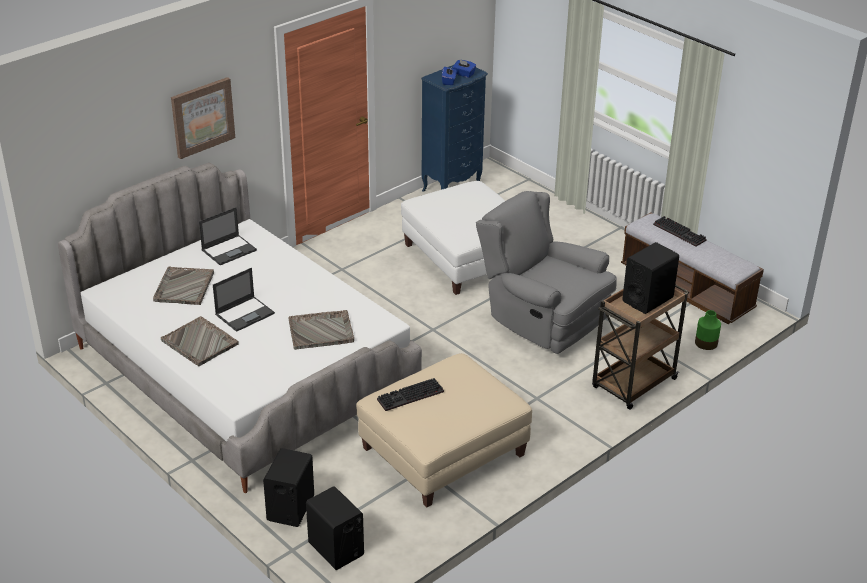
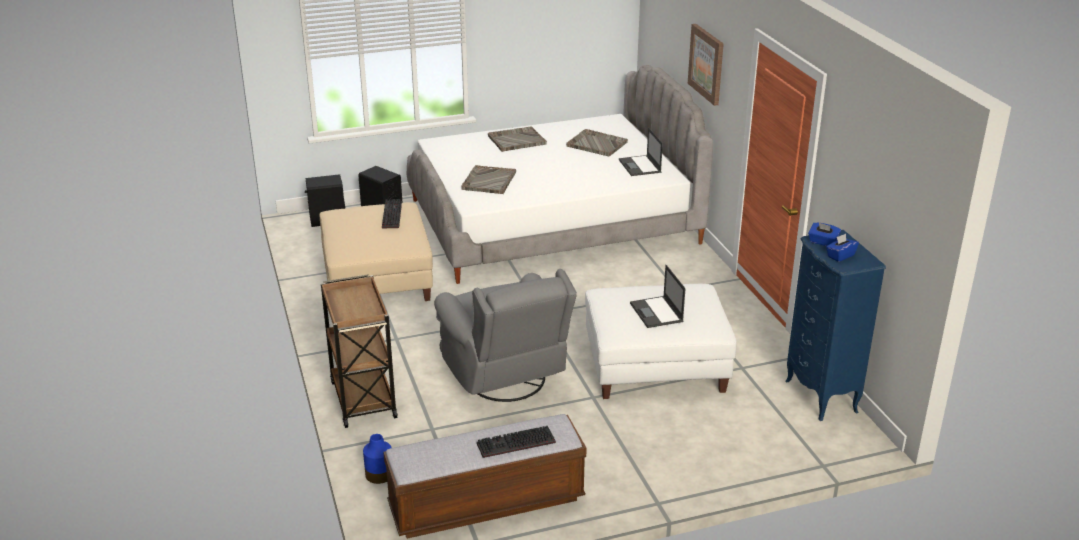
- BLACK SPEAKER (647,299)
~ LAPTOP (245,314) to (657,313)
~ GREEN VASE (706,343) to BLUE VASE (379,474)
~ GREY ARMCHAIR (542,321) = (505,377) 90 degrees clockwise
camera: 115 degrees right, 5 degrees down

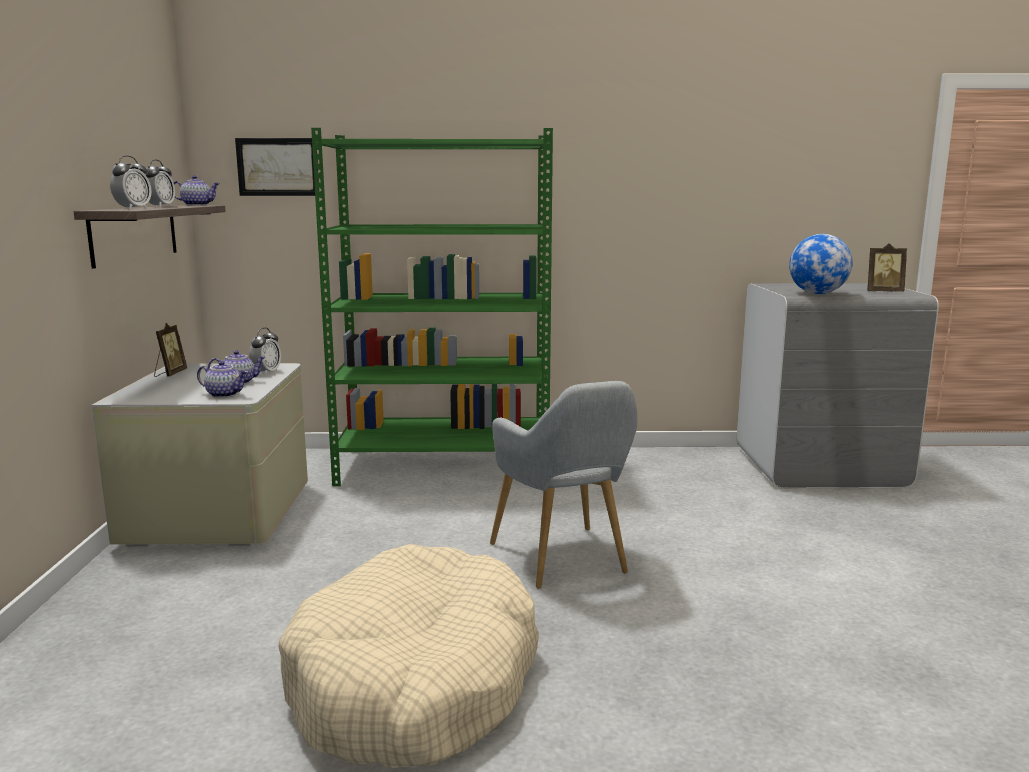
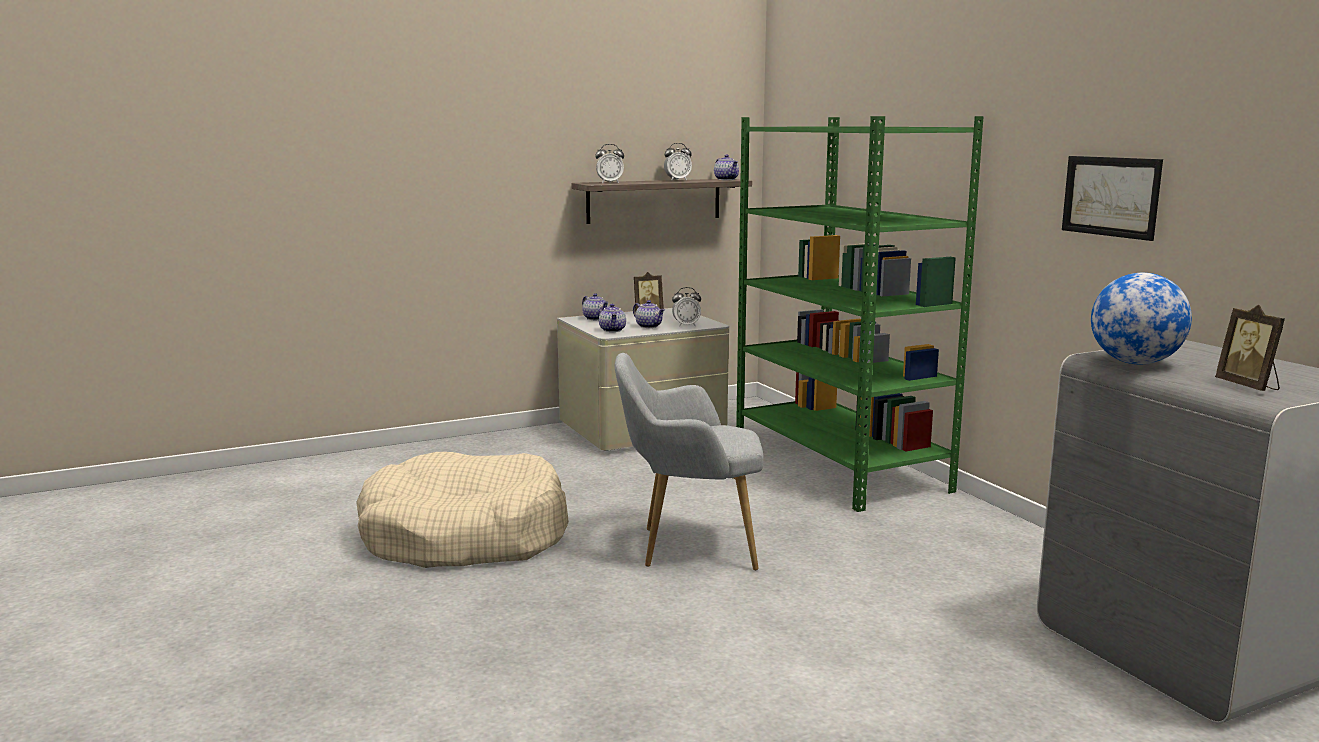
+ TEAPOT (596,318)
~ PICTURE (278,167) to (1110,196)
~ GREY ARMCHAIR (563,562) = (689,547) 45 degrees clockwise
camera: 65 degrees right, 0 degrees up

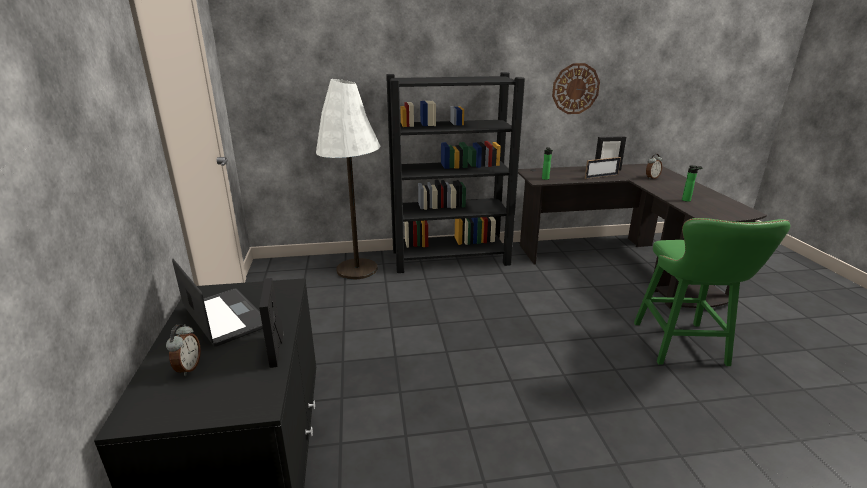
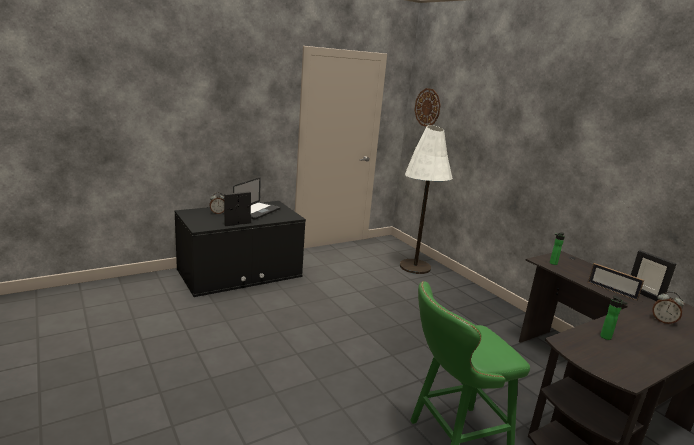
- BLACK BOOKCASE (450,258)
~ WALL CLOCK (575,89) to (427,107)
camera: 65 degrees right, 5 degrees down

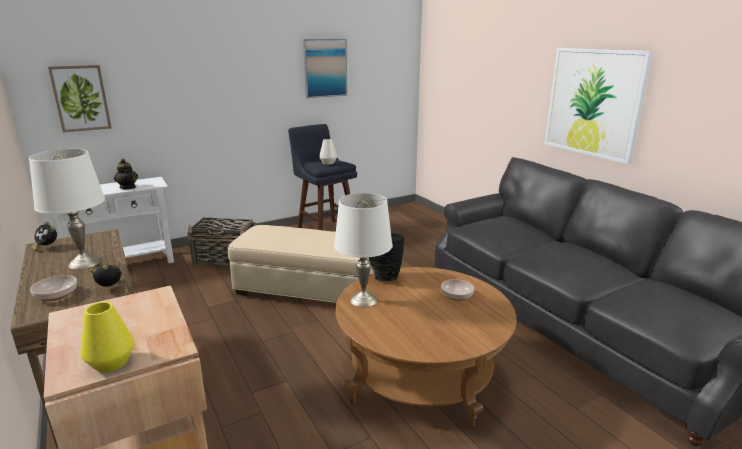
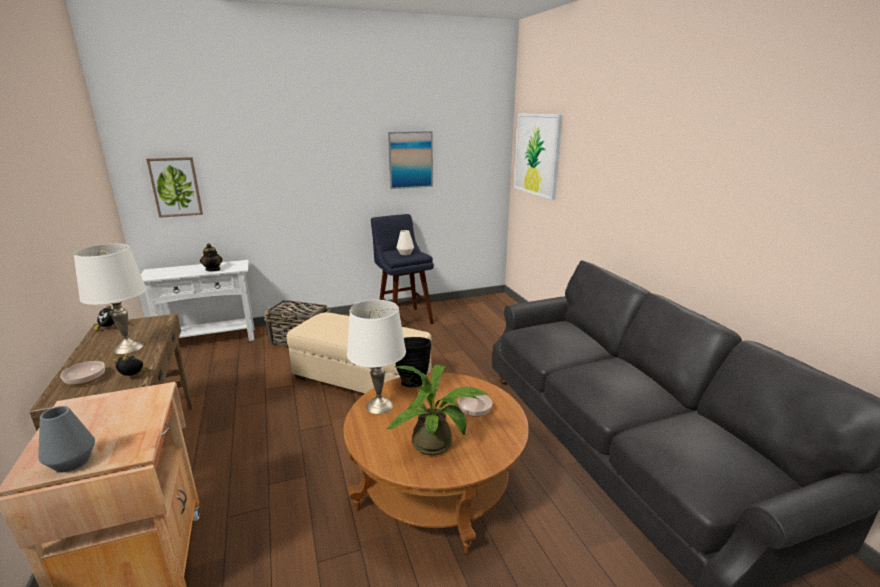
+ POTTED PLANT (437,445)
~ PICTURE (594,103) to (537,154)
~ YELLOW VASE (111,362) to GREY VASE (72,462)
camera: 10 degrees right, 0 degrees up

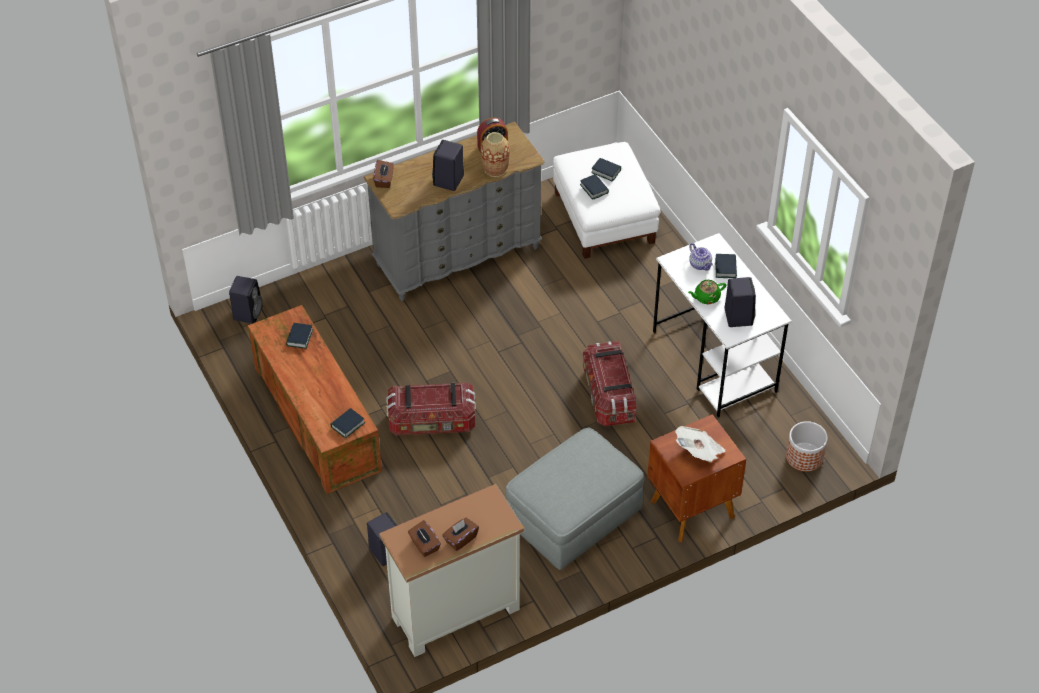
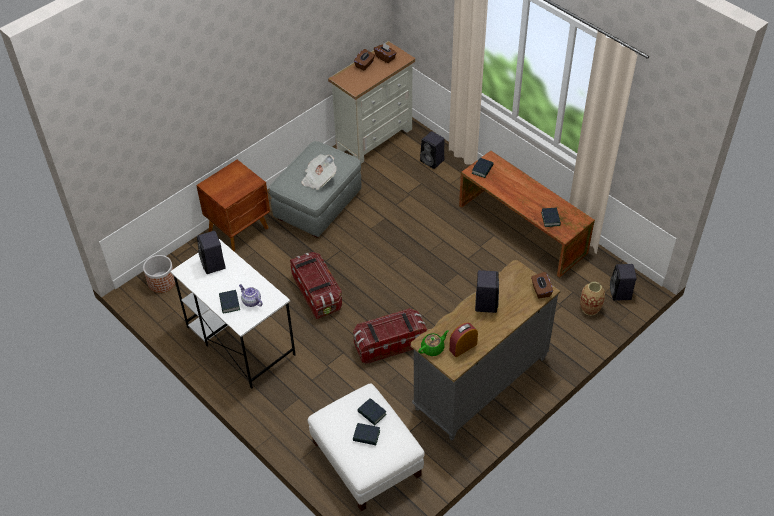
~ STORAGE BOX (432,422) to (389,344)
~ VASE (495,169) to (590,308)
~ NEWSPAPER (699,452) to (319,179)
~ GREEN TEAPOT (706,297) to (433,348)
camera: 165 degrees right, 0 degrees up

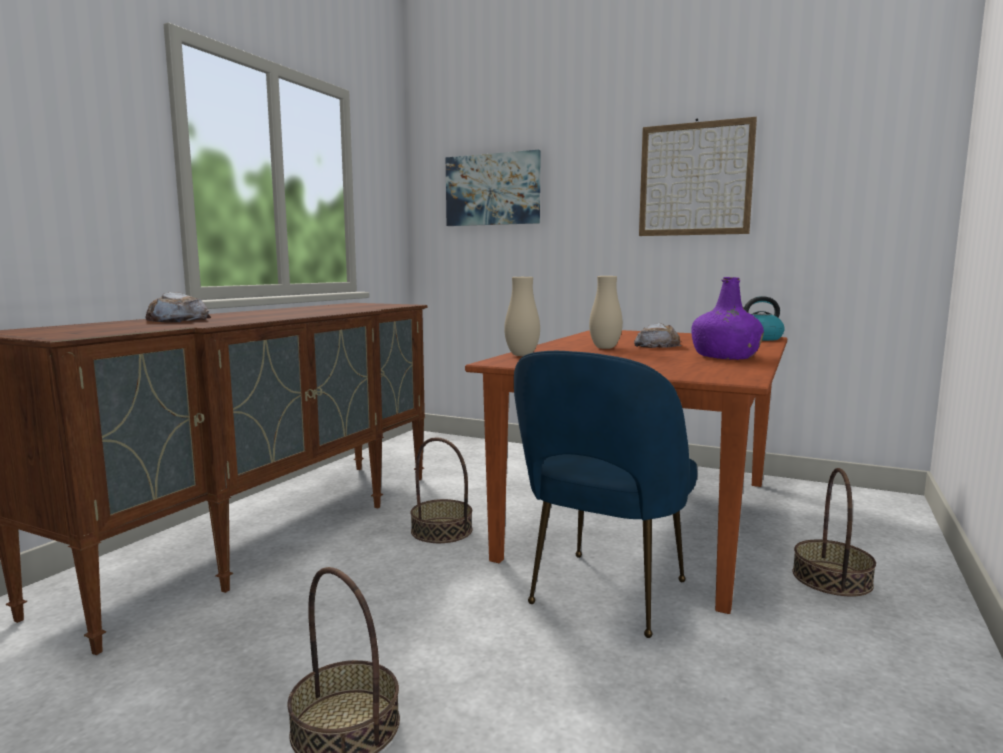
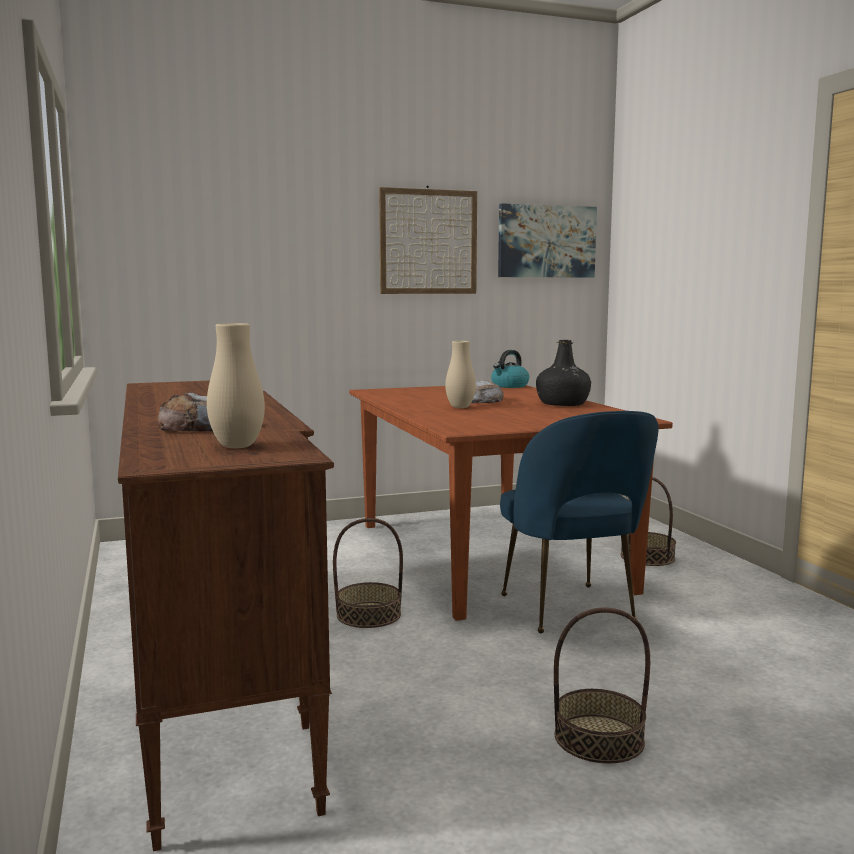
~ PICTURE (493,190) to (546,241)
~ BEIGE VASE (522,355) to (237,446)
~ PURPLE BOTTLE (725,357) to BLACK BOTTLE (563,404)
camera: 45 degrees left, 0 degrees up

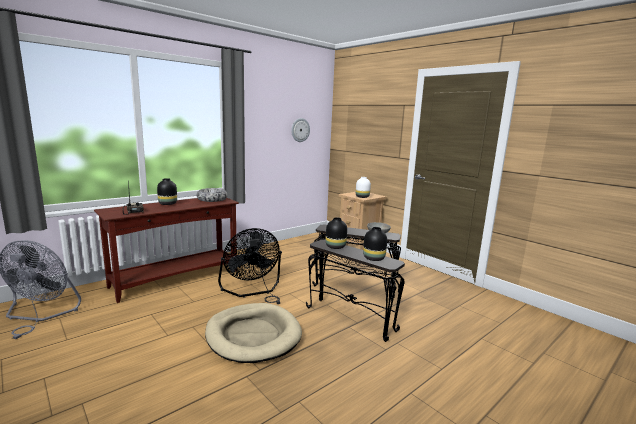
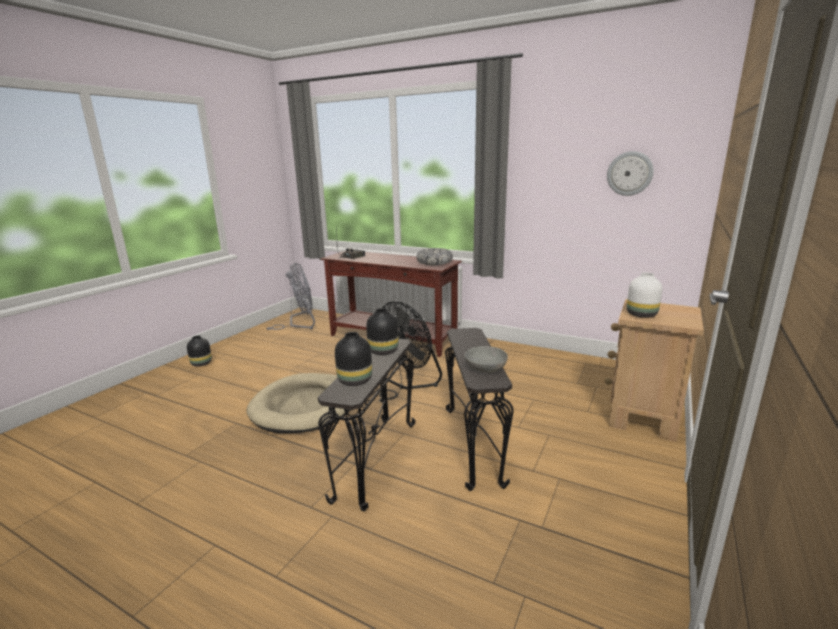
~ BLACK VASE (167,204) to (201,363)
camera: 70 degrees right, 5 degrees up

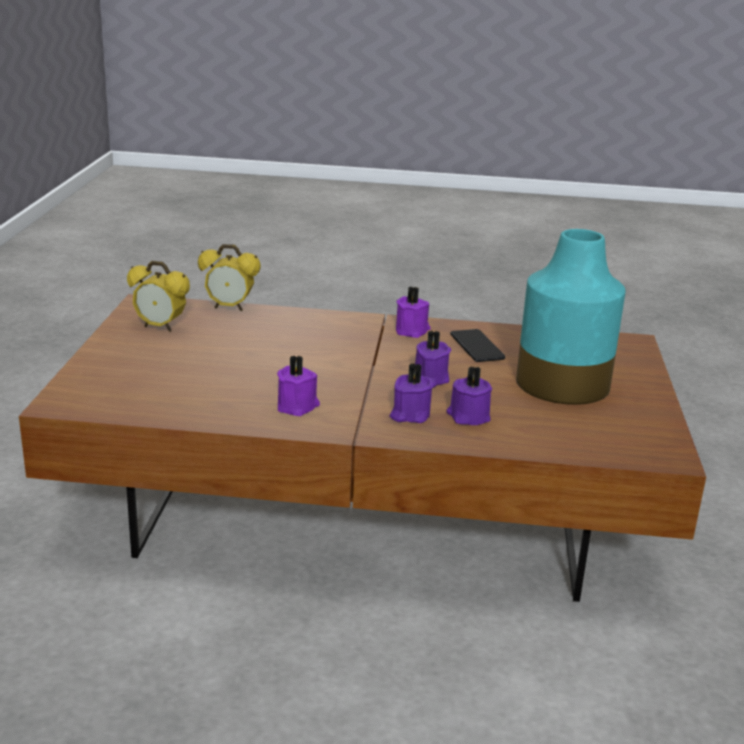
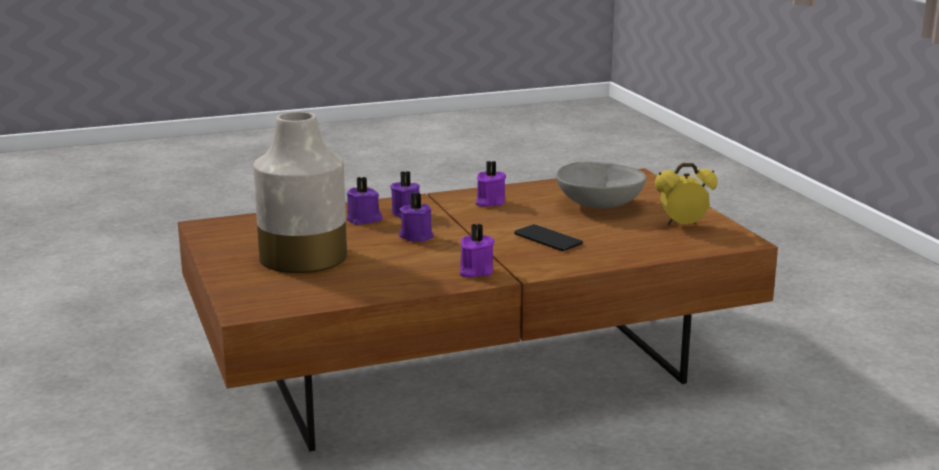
- ALARM CLOCK (230,308)
+ GREY BOWL (598,205)
~ PHONE (477,347) to (548,239)
~ TURQUOISE VASE (563,383) to BEIGE VASE (302,256)
camera: 155 degrees right, 5 degrees down

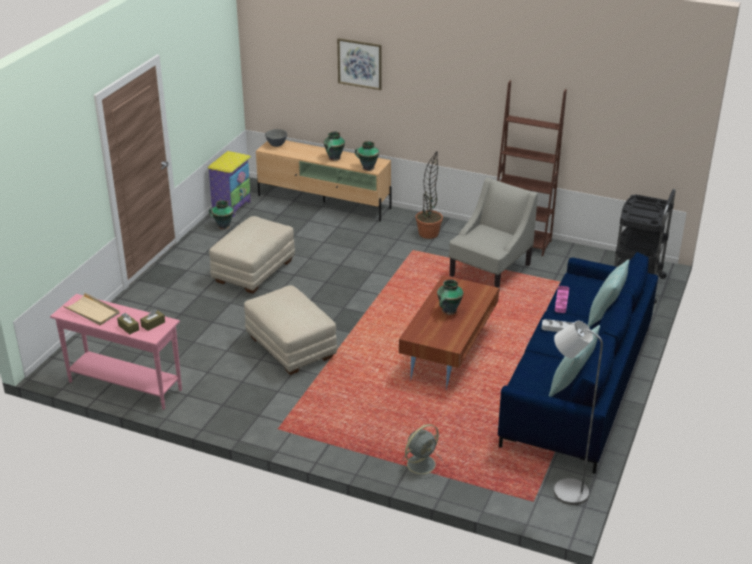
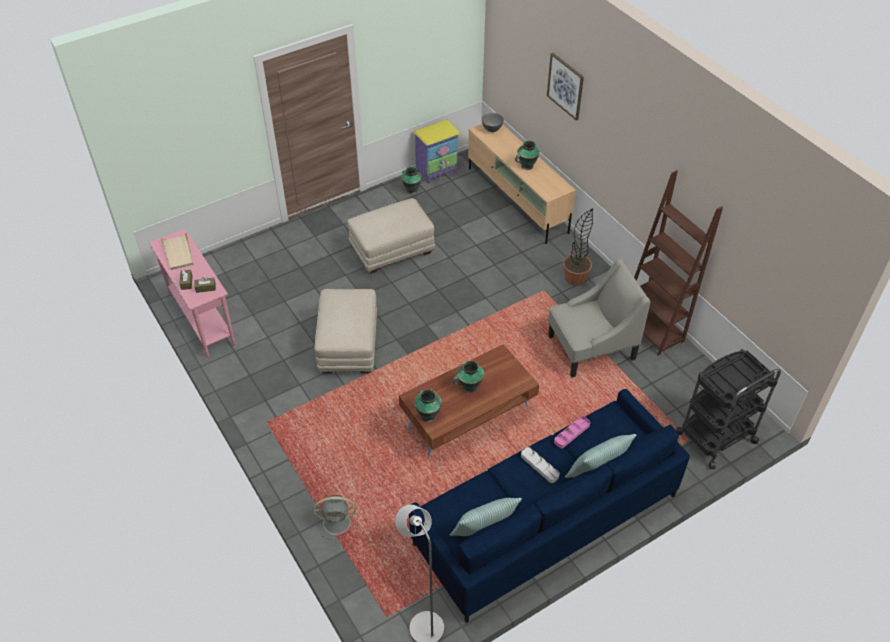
~ VASE (367,168) to (427,415)
camera: 35 degrees right, 15 degrees up

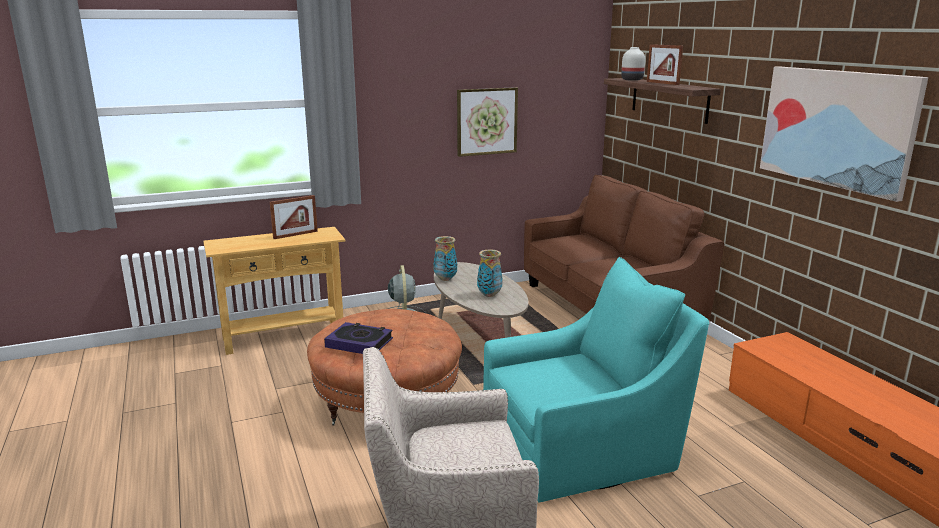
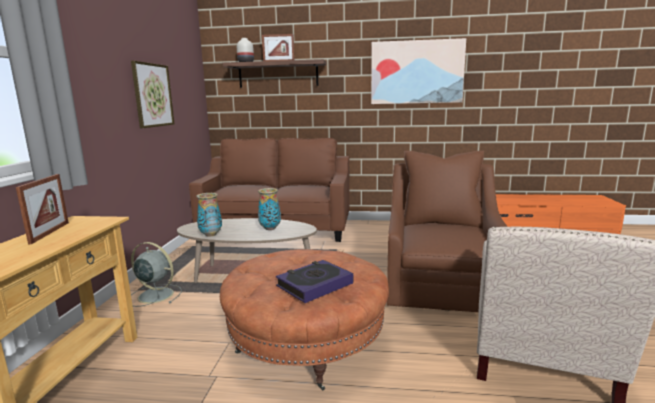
~ TURQUOISE ARMCHAIR (583,447) to BROWN ARMCHAIR (441,283)
camera: 60 degrees left, 5 degrees down

